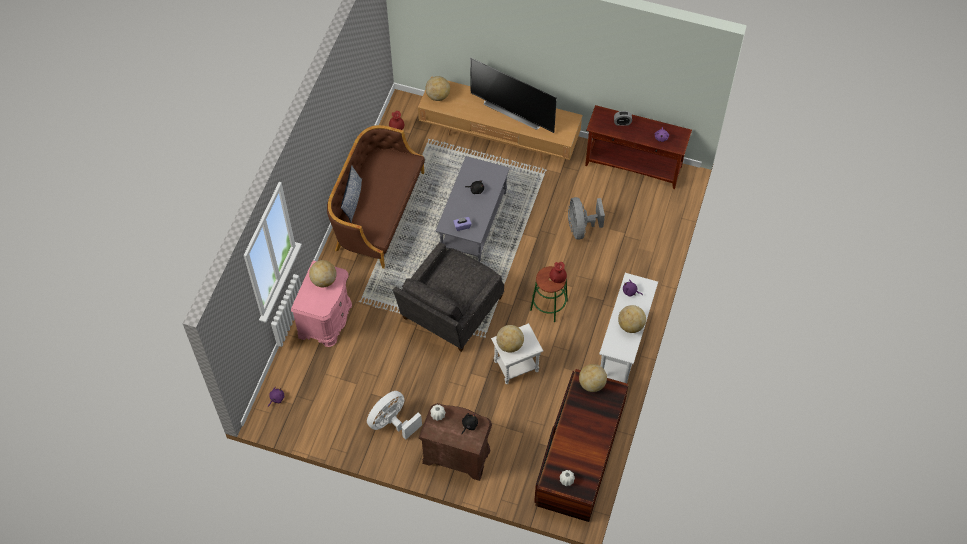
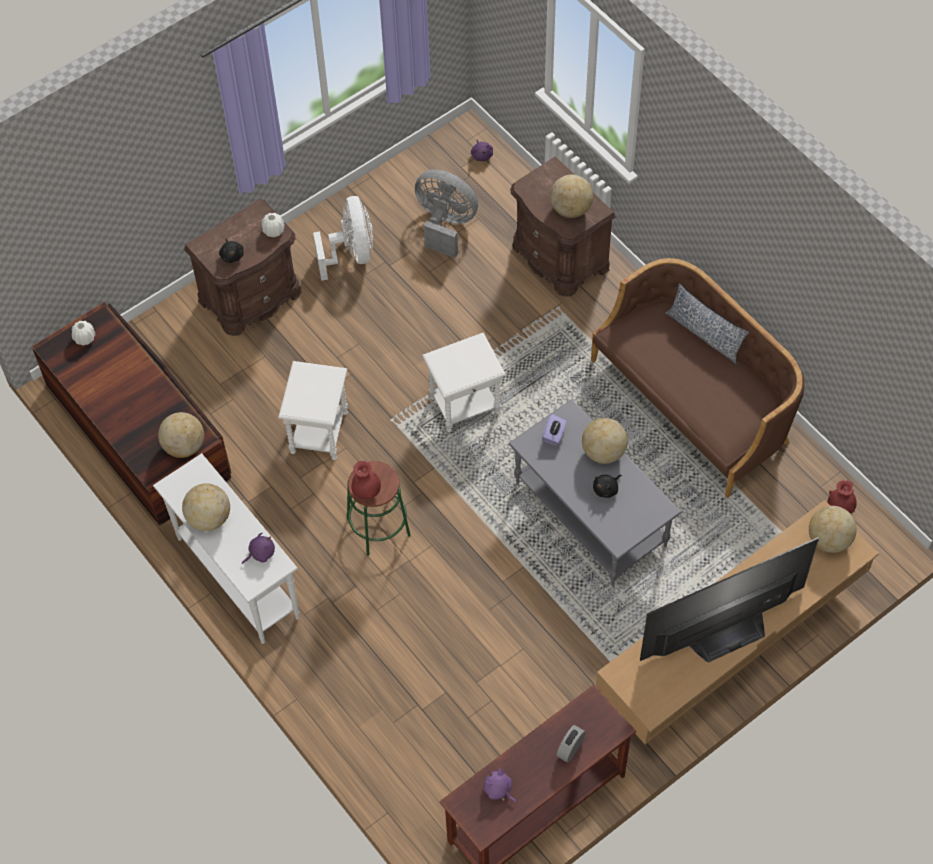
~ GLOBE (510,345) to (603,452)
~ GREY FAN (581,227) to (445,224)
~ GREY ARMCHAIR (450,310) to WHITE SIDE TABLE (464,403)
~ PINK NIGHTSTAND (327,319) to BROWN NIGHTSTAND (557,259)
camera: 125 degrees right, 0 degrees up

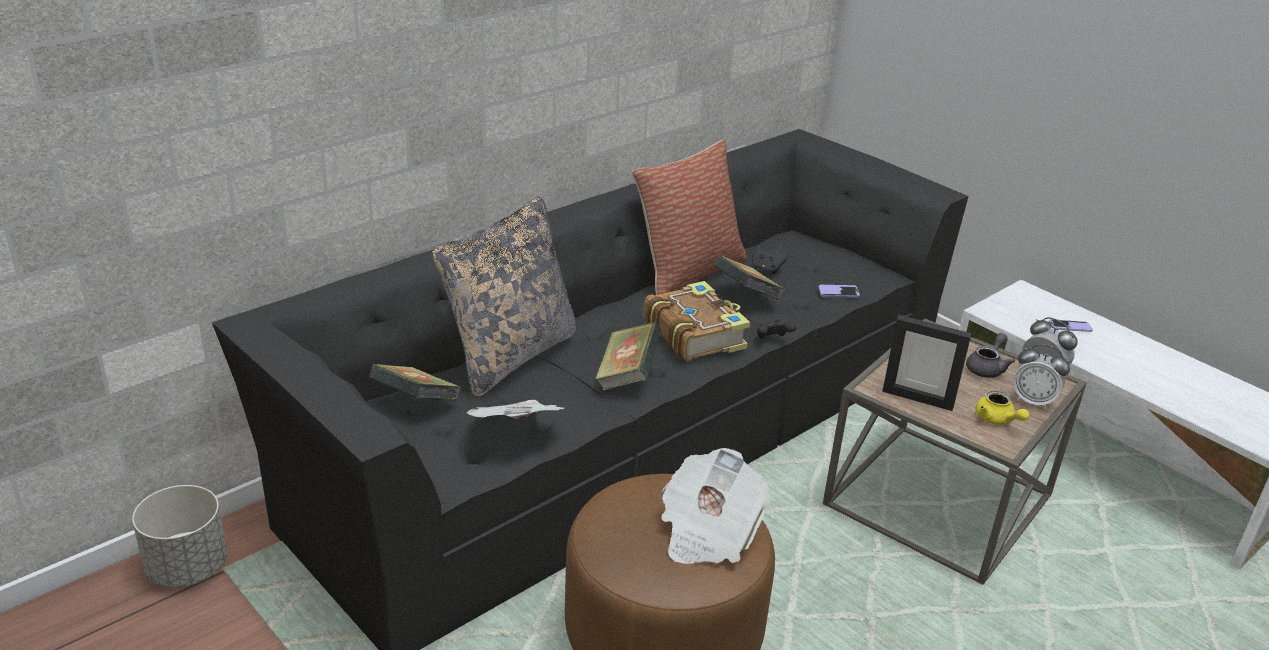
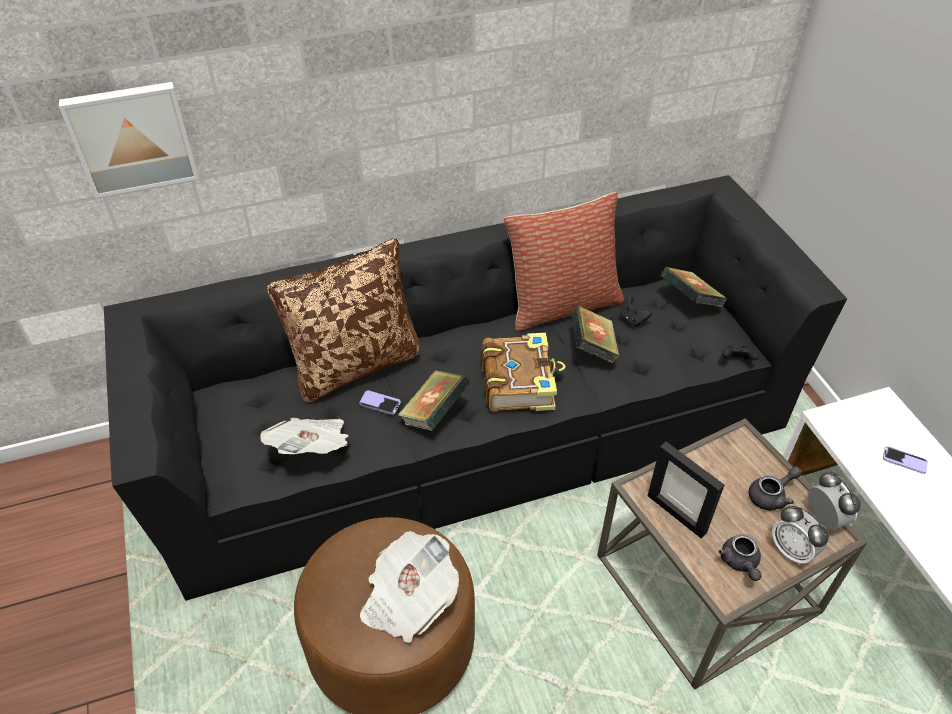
- GREY PLANTER (187,567)
+ PICTURE (132,137)
~ BOOK (416,403) to (689,301)
~ BLACK GAME CONTROLLER (772,340) to (736,361)
~ PHONE (838,292) to (380,403)
~ GREY PILLOW (512,358) to BROWN PILLOW (358,367)
~ YELLOW TEAPOT (997,420) to GREY TEAPOT (740,563)
camera: 25 degrees right, 15 degrees up

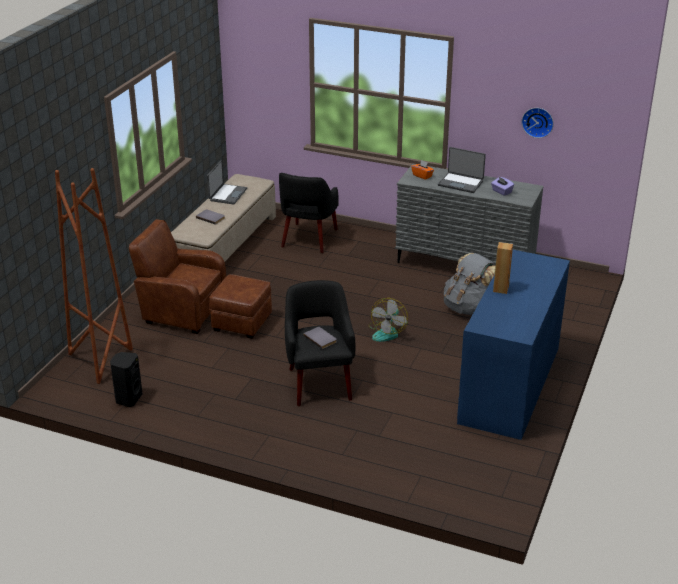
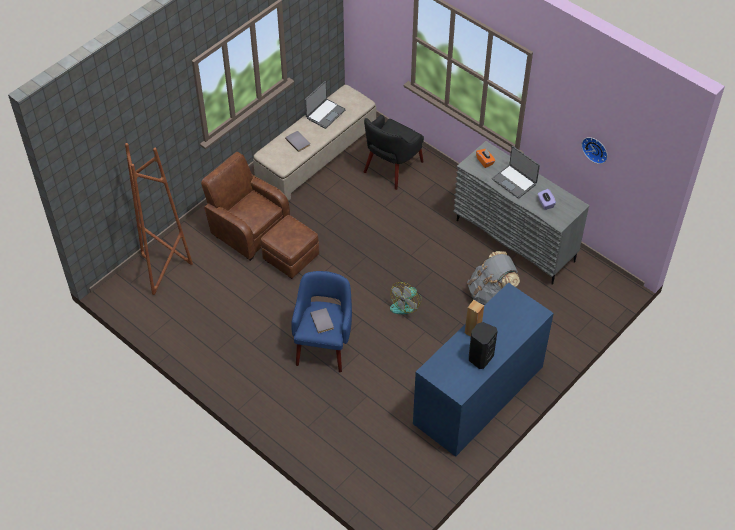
~ BLACK SPEAKER (128,399) to (480,357)
~ BLACK ARMCHAIR (319,383) to BLUE ARMCHAIR (324,345)
camera: 20 degrees right, 20 degrees up

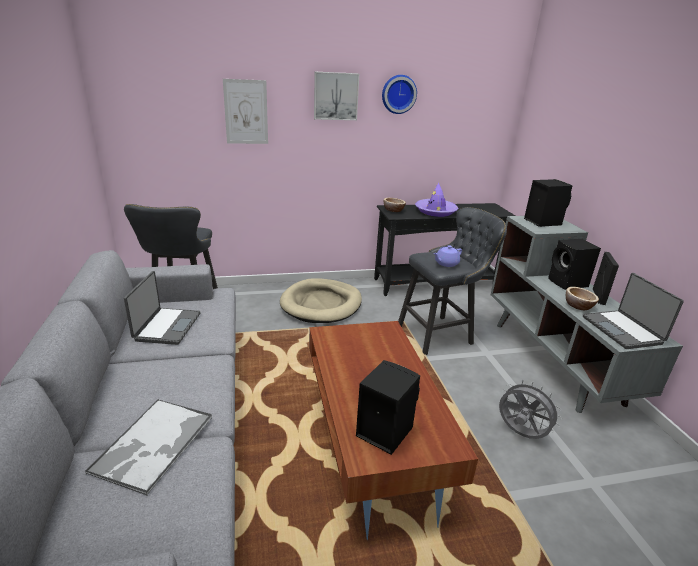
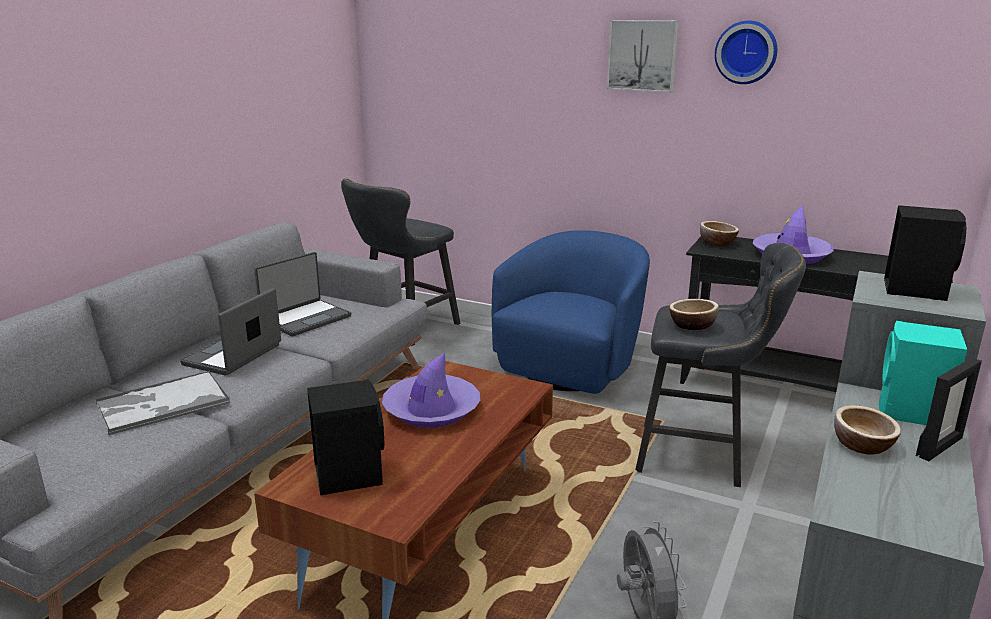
- PICTURE (246,112)
+ PURPLE HAT (431,409)
~ LAPTOP (623,330) to (234,355)
~ BEIGE DOG BED (321,304) to BLUE ARMCHAIR (571,367)
~ PURPLE TEAPOT (446,263) to BOWL (692,326)
~ BLACK SPEAKER (568,283) to TURQUOISE SPEAKER (911,413)
camera: 40 degrees right, 5 degrees down

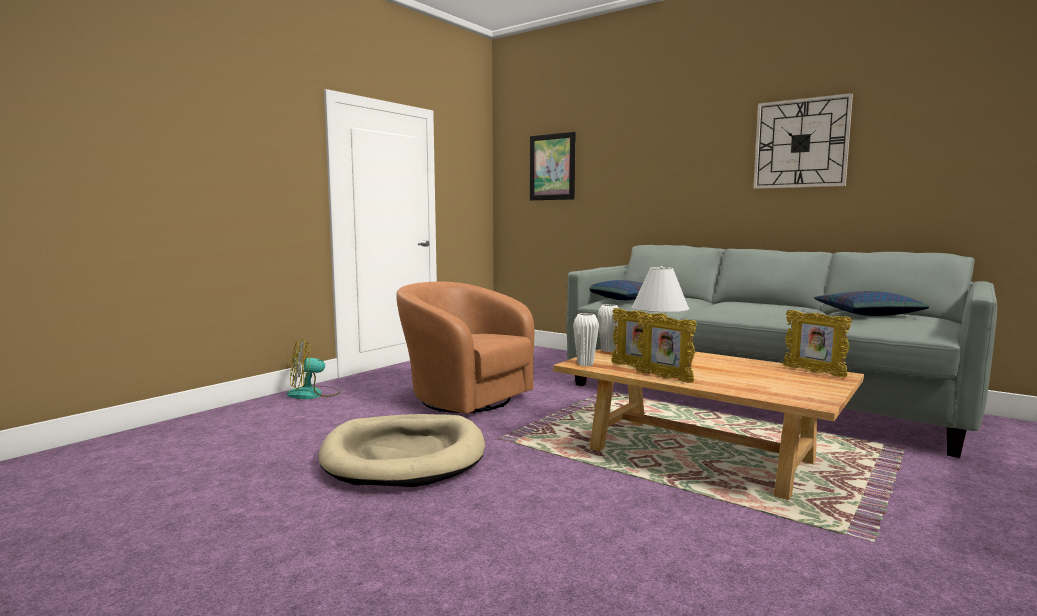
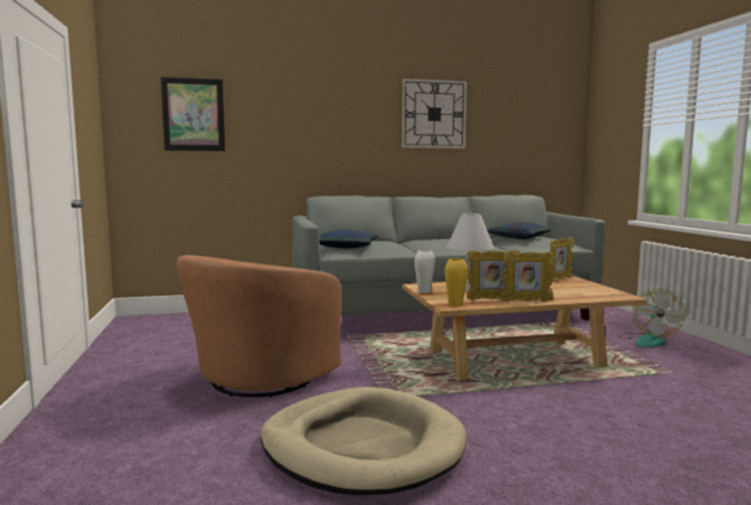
~ FAN (313,394) to (648,340)
~ WHITE VASE (585,364) to YELLOW VASE (455,304)
~ BROWN ARMCHAIR (464,399) = (260,379) 45 degrees counterclockwise
~ PICTURE FRAME (814,372) = (559,280) 45 degrees counterclockwise
camera: 50 degrees left, 0 degrees up

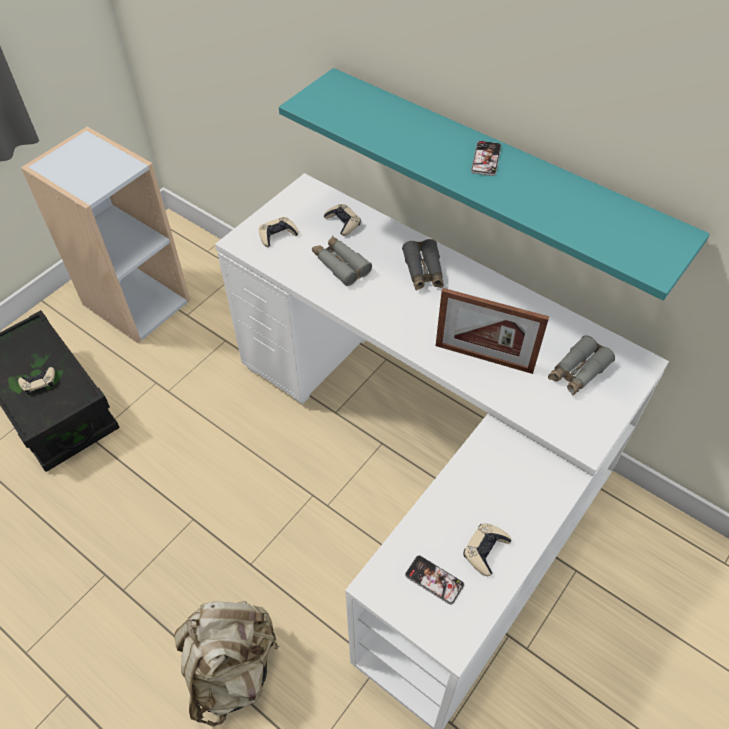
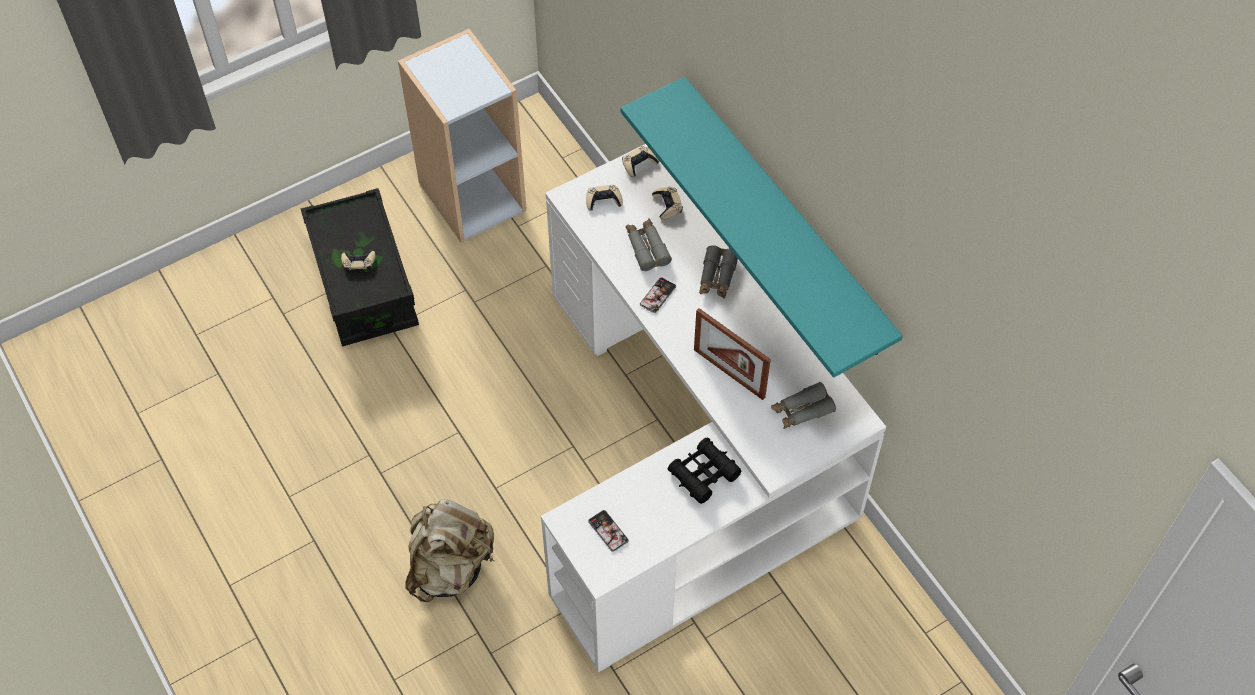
+ BLACK BINOCULARS (703,474)
~ BEIGE GAME CONTROLLER (485,550) to (639,164)
~ PHONE (486,159) to (657,295)
camera: 20 degrees right, 5 degrees up

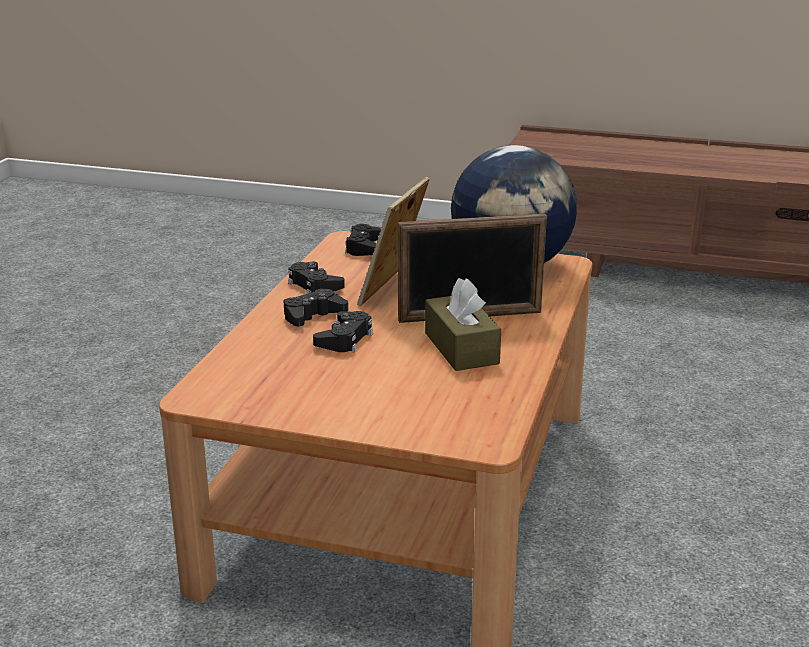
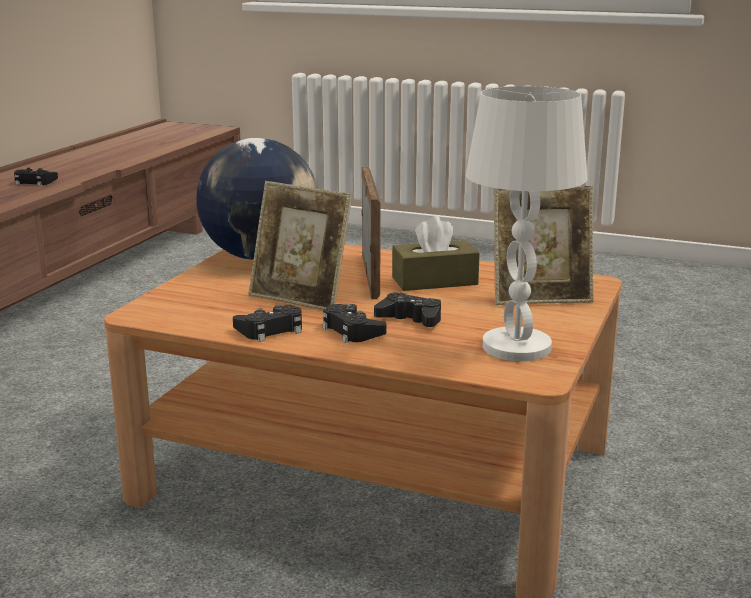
+ WHITE TABLE LAMP (517,347)
+ PICTURE FRAME (540,298)
~ BLACK GAME CONTROLLER (365,247) to (34,182)
camera: 85 degrees left, 5 degrees down

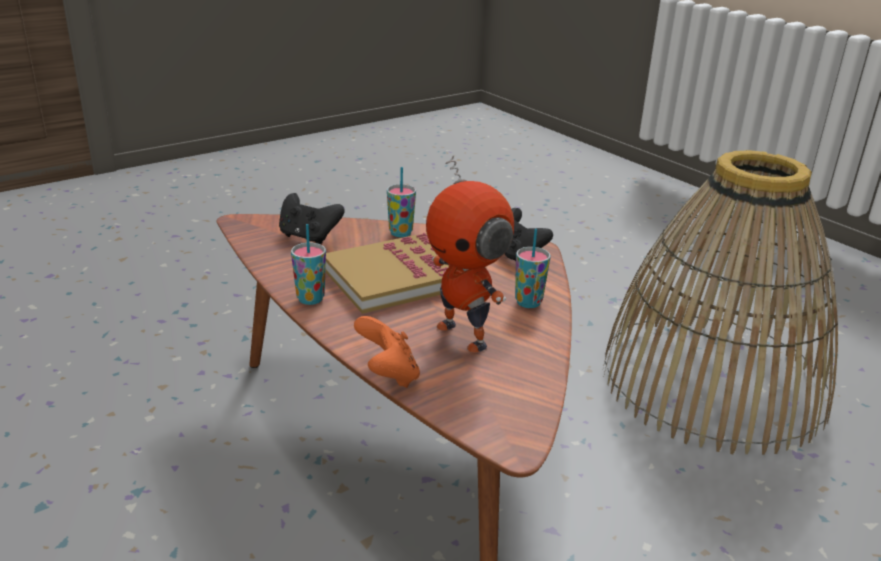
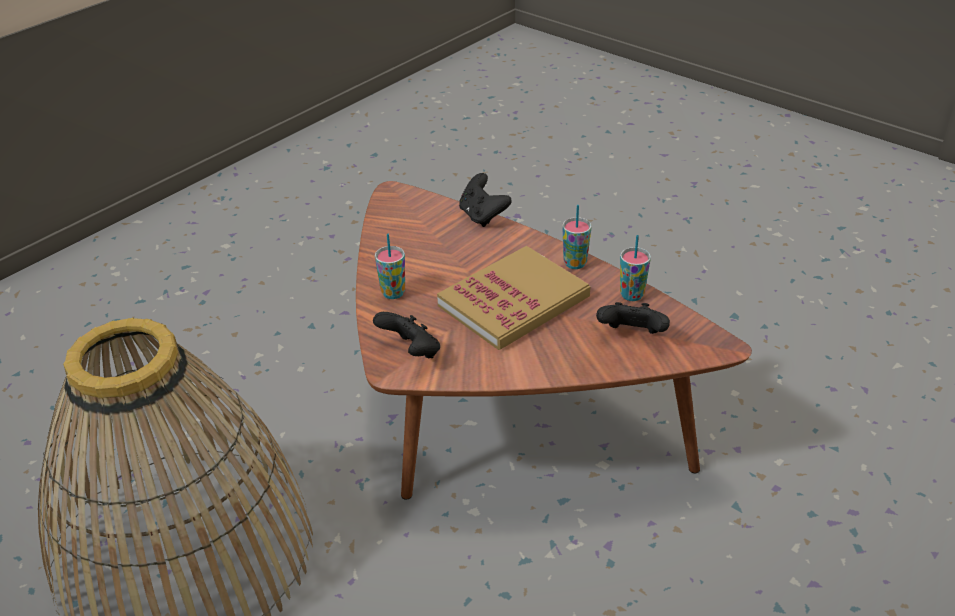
- TOY ROBOT (464,335)
~ CUP (400,233) to (631,295)
~ ORANGE GAME CONTROLLER (388,375) to BLACK GAME CONTROLLER (482,216)
camera: 170 degrees right, 10 degrees up

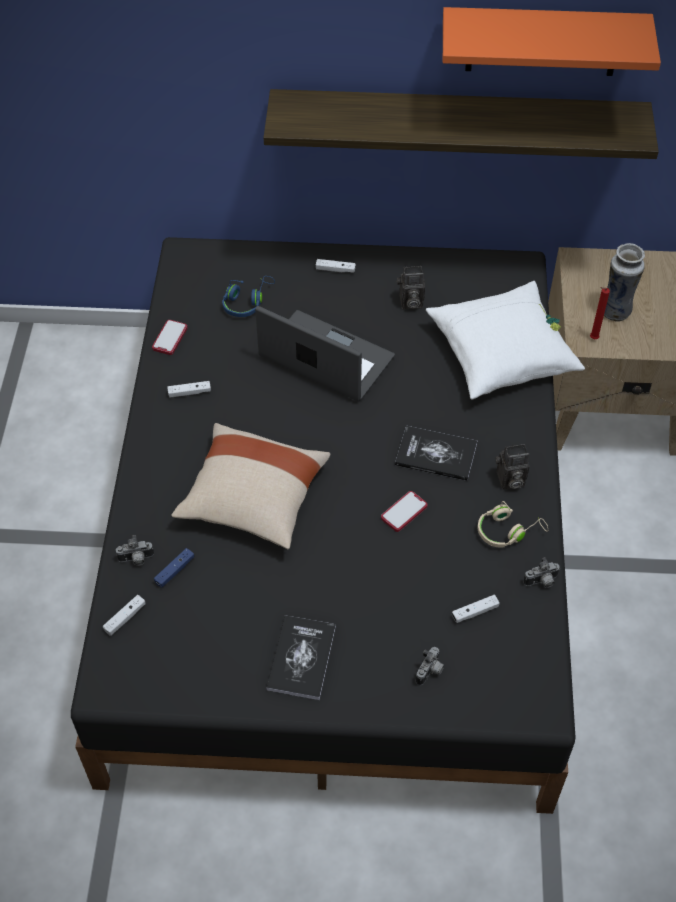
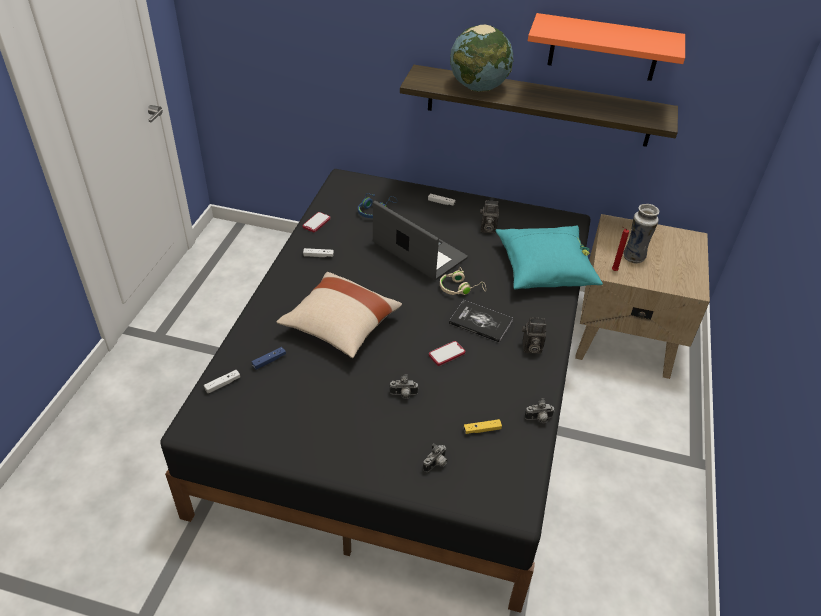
- BOOK (301,658)
+ GLOBE (478,87)
~ PHOTO CAMERA (136,560) to (403,395)
~ BEIGE HEADPHONES (508,531) to (460,288)
~ WHITE PILLOW (501,354) to TURQUOISE PILLOW (544,269)
~ WHITE GAME CONTROLLER (475,612) to YELLOW GAME CONTROLLER (482,430)
camera: 10 degrees right, 10 degrees down

